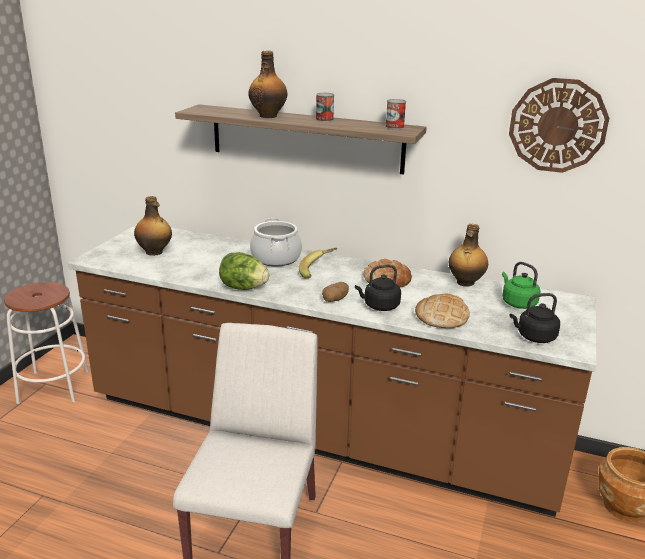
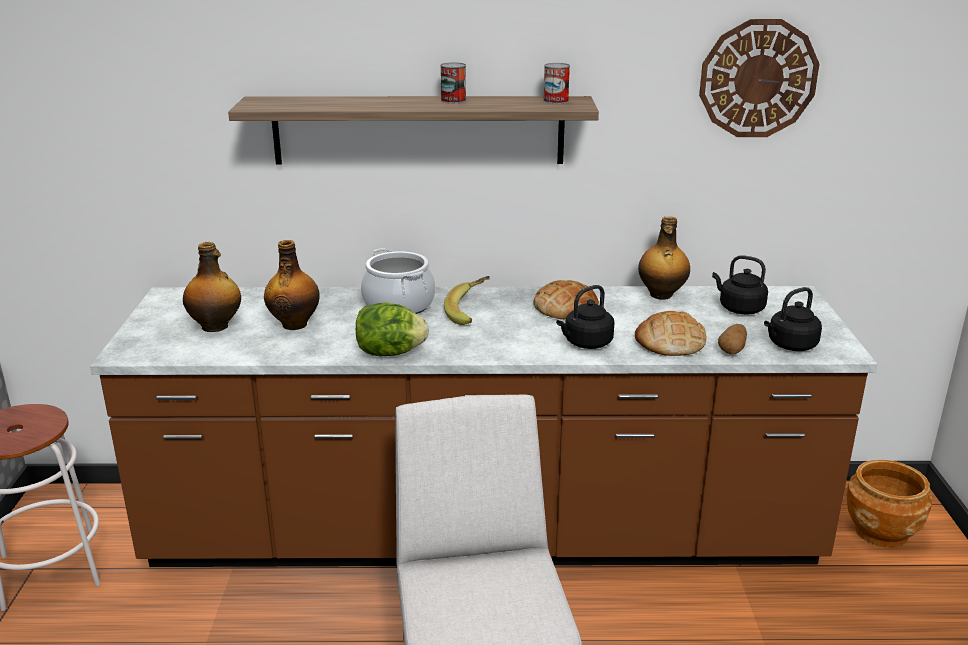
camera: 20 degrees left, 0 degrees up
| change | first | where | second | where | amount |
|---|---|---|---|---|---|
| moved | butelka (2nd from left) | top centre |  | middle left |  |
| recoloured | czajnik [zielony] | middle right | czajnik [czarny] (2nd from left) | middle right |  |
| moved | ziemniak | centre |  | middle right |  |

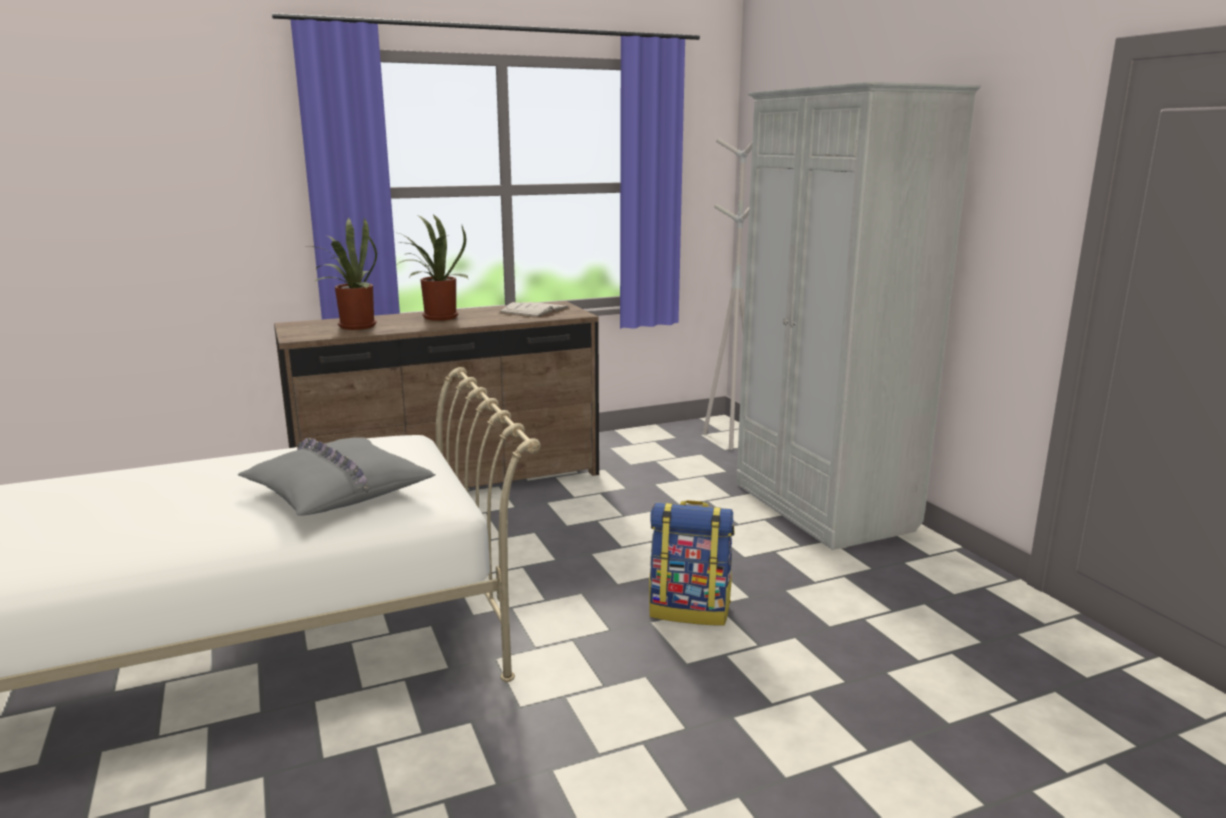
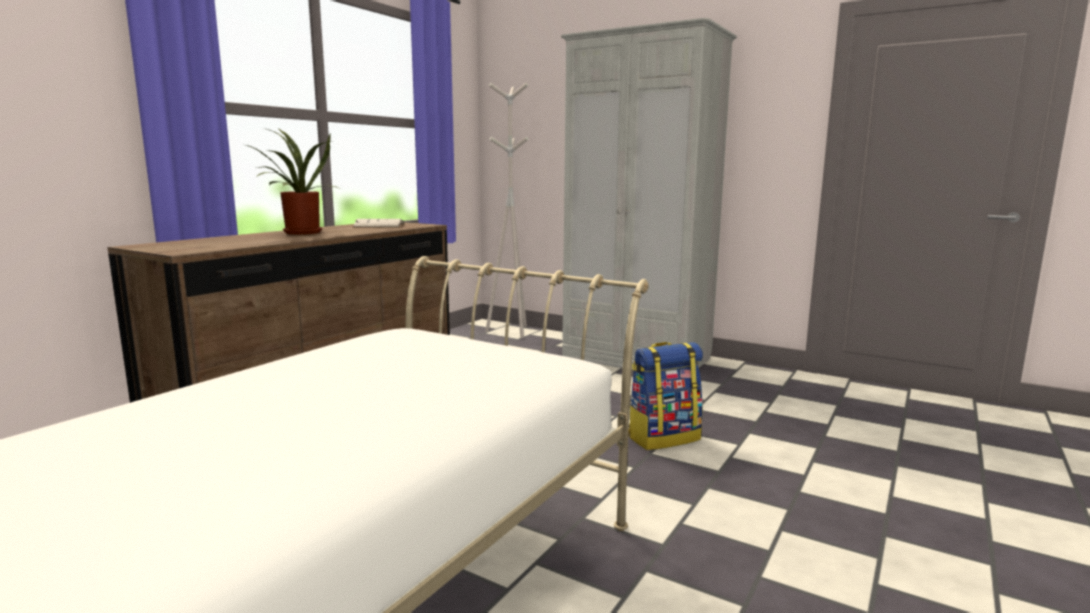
camera: 35 degrees left, 5 degrees down
| change | first | where | second | where | amount |
|---|---|---|---|---|---|
| removed | poduszka [szary] | middle left |  |  |  |
| removed | roślina doniczkowa (1st from left) | middle left |  |  |  |

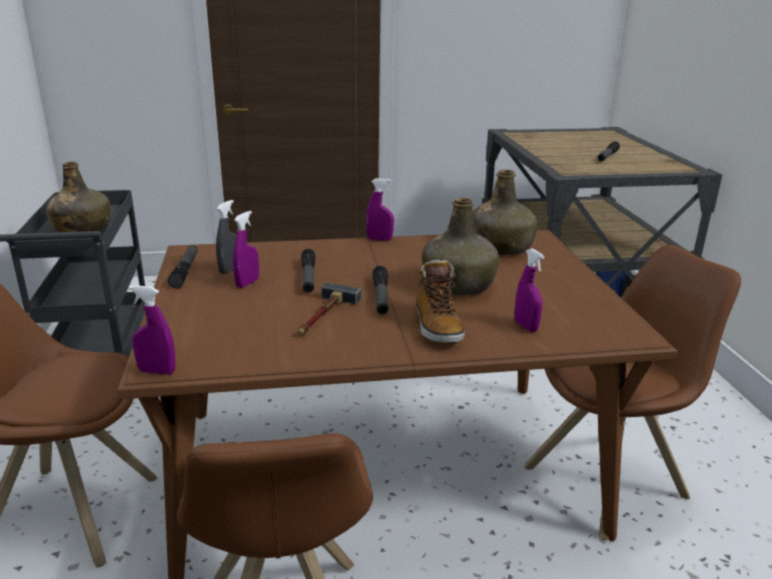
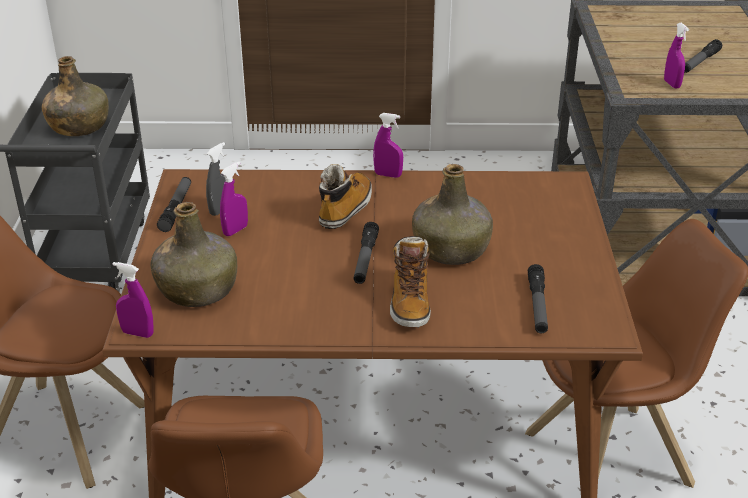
camera: 10 degrees right, 10 degrees up
| change | first | where | second | where | amount |
|---|---|---|---|---|---|
| moved | butelka [zielony] (3rd from left in the first image) | centre | butelka [zielony] (2nd from left) | middle left |  |
| added |  |  | but z cholewką (1st from left) | centre |  |
| moved | latarka (2nd from left in the first image) | centre | latarka (3rd from left) | middle right |  |
| moved | spryskiwacz [fioletowy] (4th from left) | middle right |  | top right |  |
| removed | młotek | centre |  |  |  |

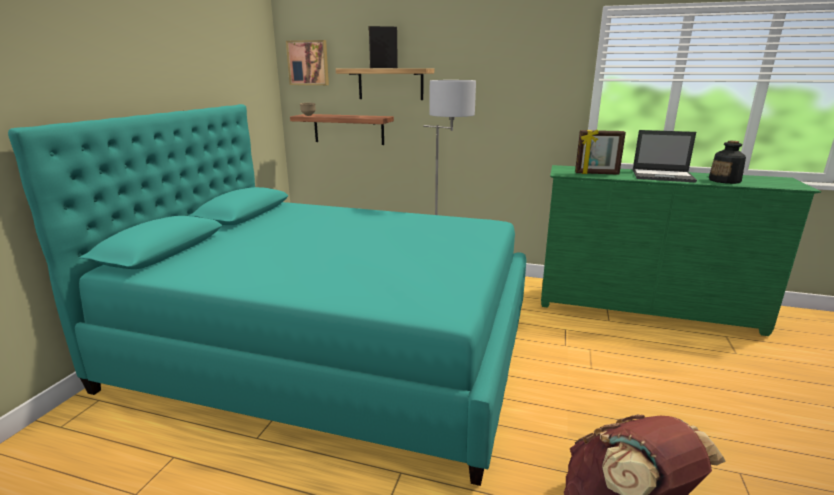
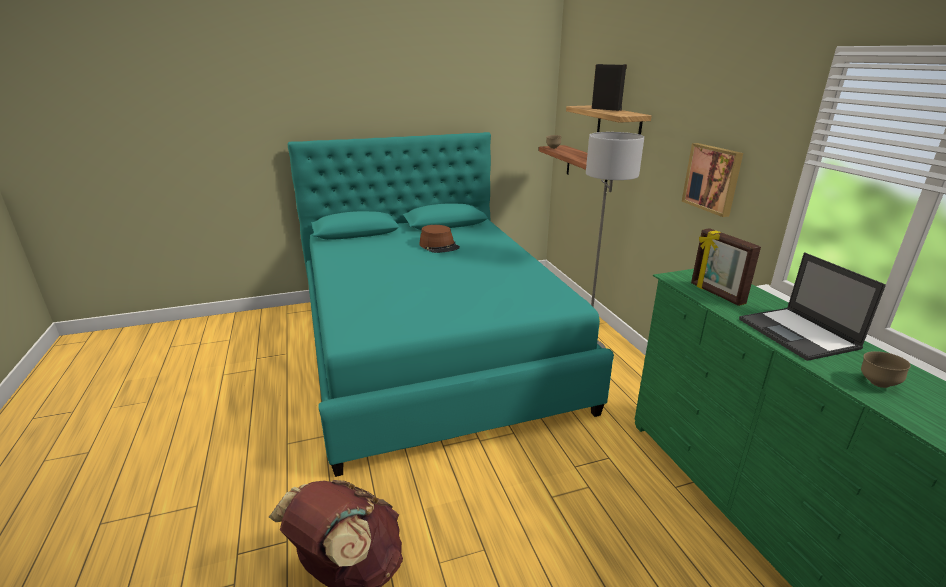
camera: 55 degrees right, 5 degrees up
| change | first | where | second | where | amount |
|---|---|---|---|---|---|
| added |  |  | kapelusz [brązowy] | centre |  |
| moved | obraz | top centre |  | top right |  |
| replaced | butelka | top right | miska [brązowy] (2nd from left) | middle right |  |

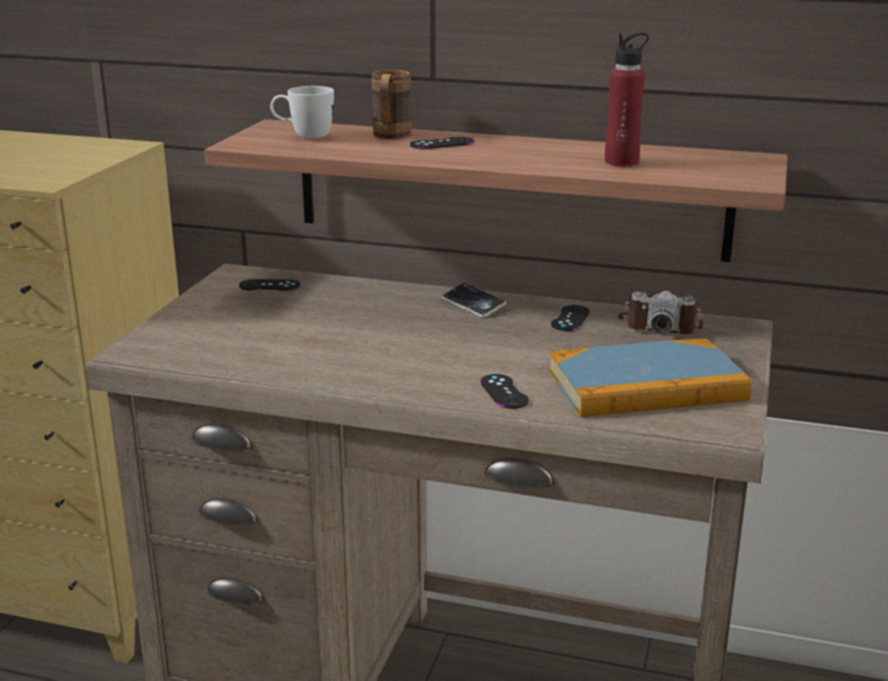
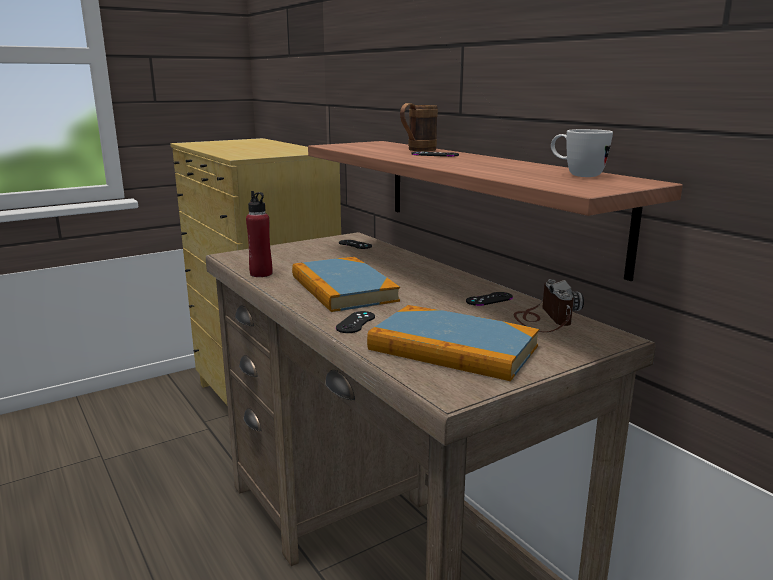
camera: 40 degrees right, 5 degrees down
| change | first | where | second | where | amount |
|---|---|---|---|---|---|
| moved | butelka [czerwony] | top right |  | centre |  |
| added |  |  | książka (1st from left) | centre |  |
| turned | aparat fotograficzny | middle right |  | middle right | 150 degrees counterclockwise |
| moved | kubek [biały] | top centre |  | top right |  |
| removed | telefon | centre |  |  |  |

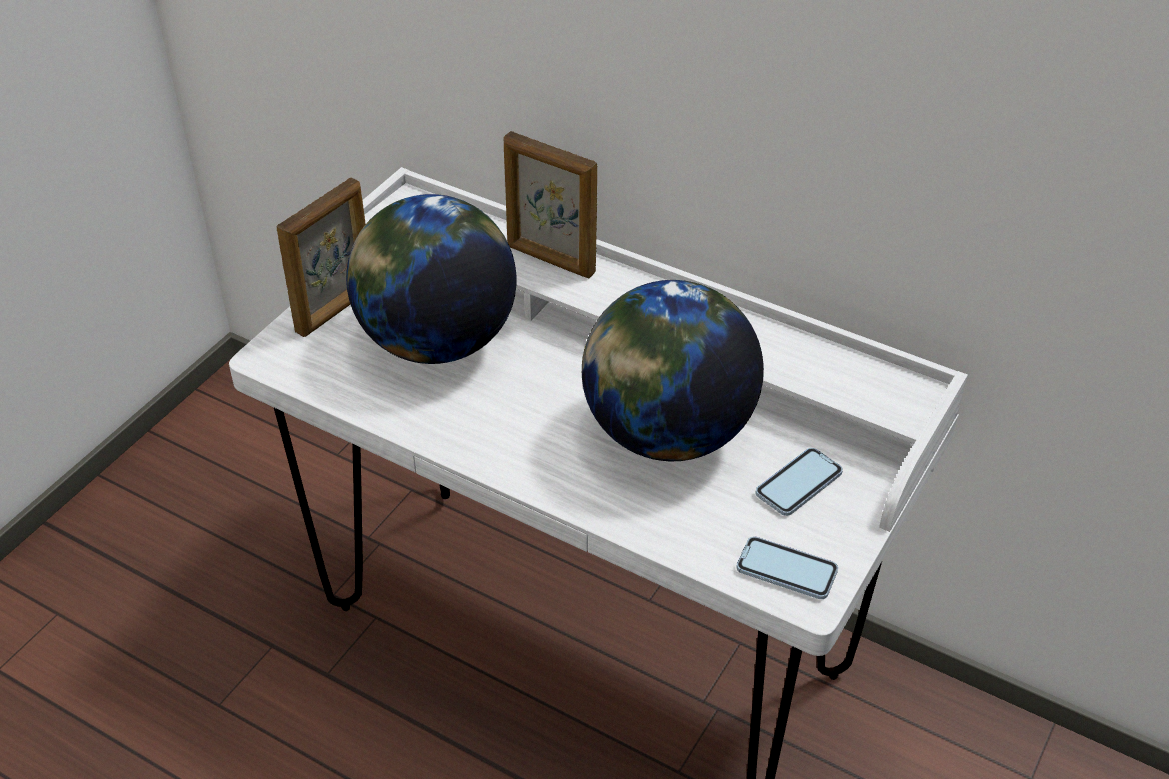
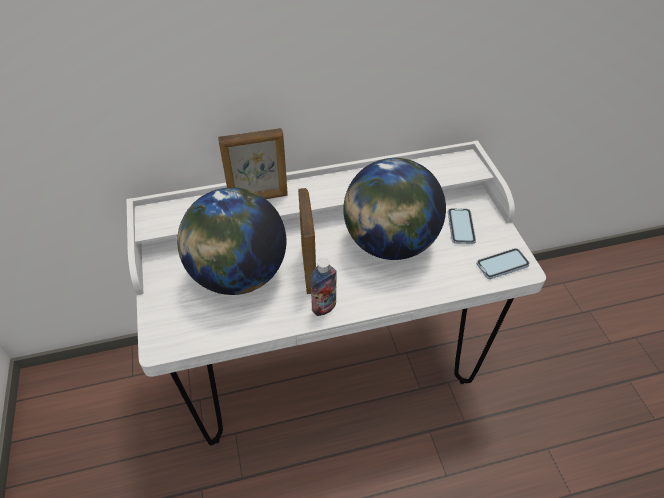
camera: 45 degrees left, 5 degrees up
| change | first | where | second | where | amount |
|---|---|---|---|---|---|
| moved | ramka na zdjęcie (1st from left in the first image) | top left | ramka na zdjęcie (2nd from left) | centre |  |
| added |  |  | butelka | centre |  |

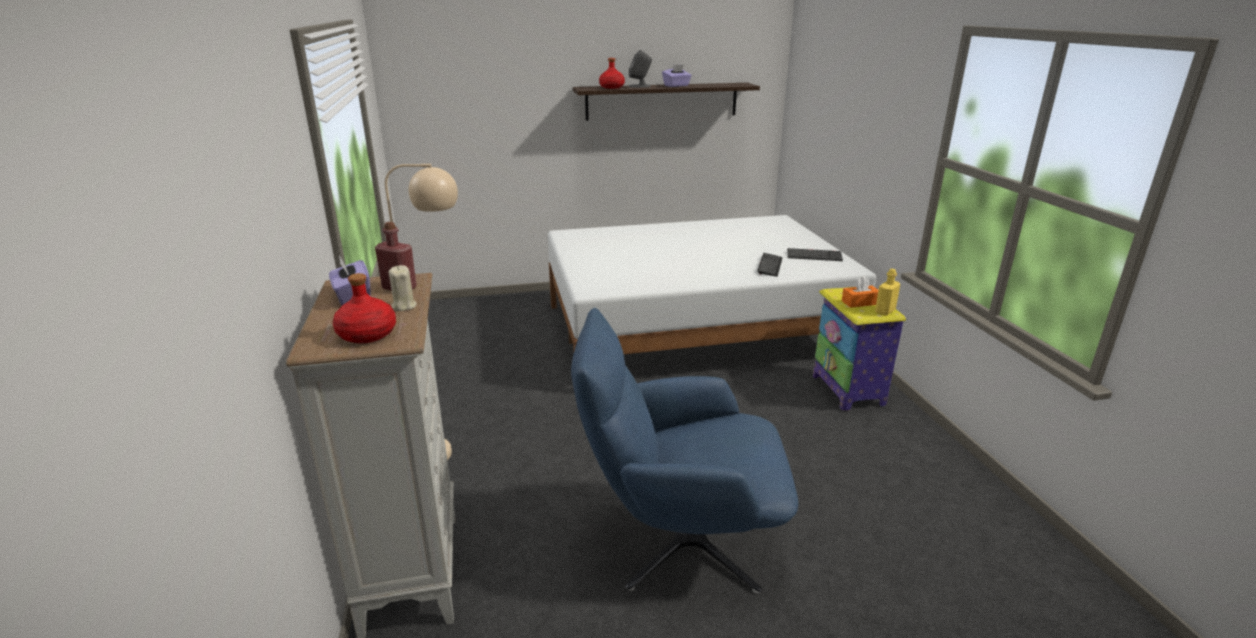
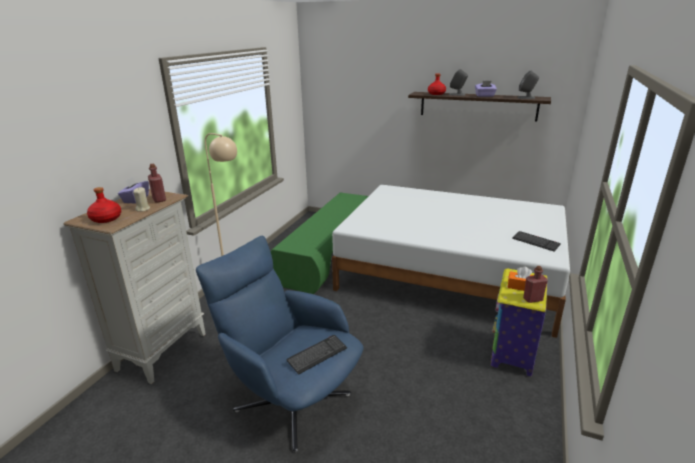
camera: 35 degrees right, 0 degrees up
| change | first | where | second | where | amount |
|---|---|---|---|---|---|
| added |  |  | ławka [zielony] | centre |  |
| moved | klawiatura (1st from left) | centre |  | bottom centre |  |
| added |  |  | głośnik [szary] (2nd from left) | top right |  |
| recoloured | butelka [żółty] | middle right | butelka [czerwony] (4th from left) | middle right |  |

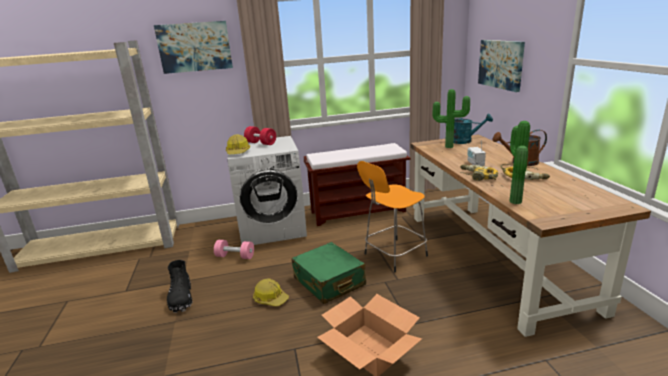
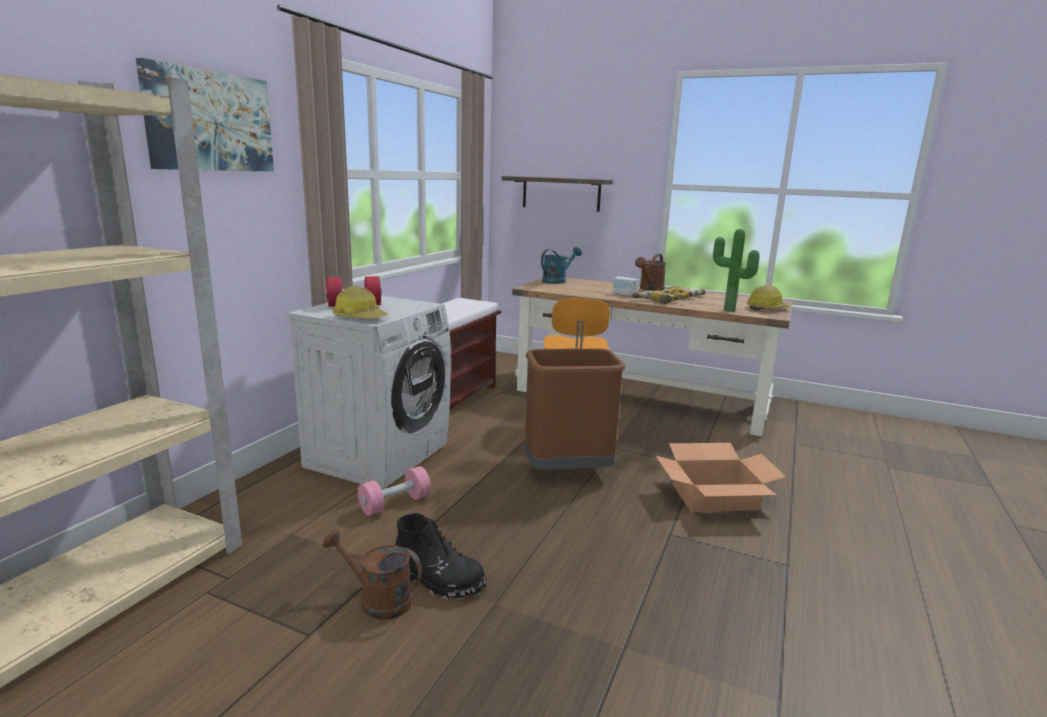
camera: 55 degrees left, 5 degrees down
| change | first | where | second | where | amount |
|---|---|---|---|---|---|
| added |  |  | konewka [brązowy] (1st from left) | bottom centre |  |
| replaced | obraz (2nd from left) | top right | półka | top centre |  |
| replaced | walizka [zielony] | bottom centre | kosz na śmieci [brązowy] | centre |  |
| moved | kask (2nd from left) | bottom centre |  | middle right |  |
| removed | roślina doniczkowa (1st from left) | top right |  |  |  |

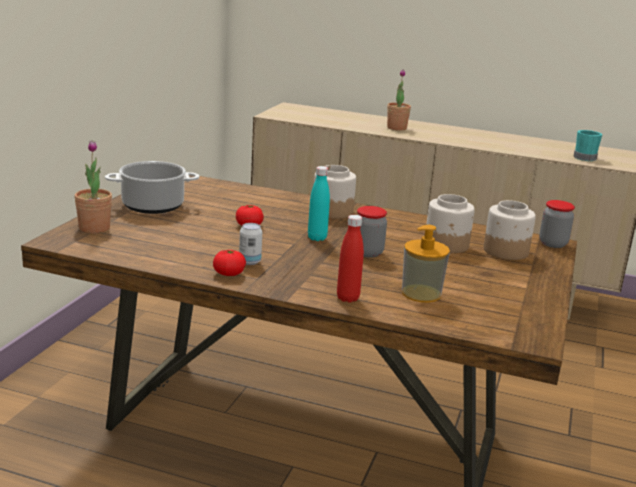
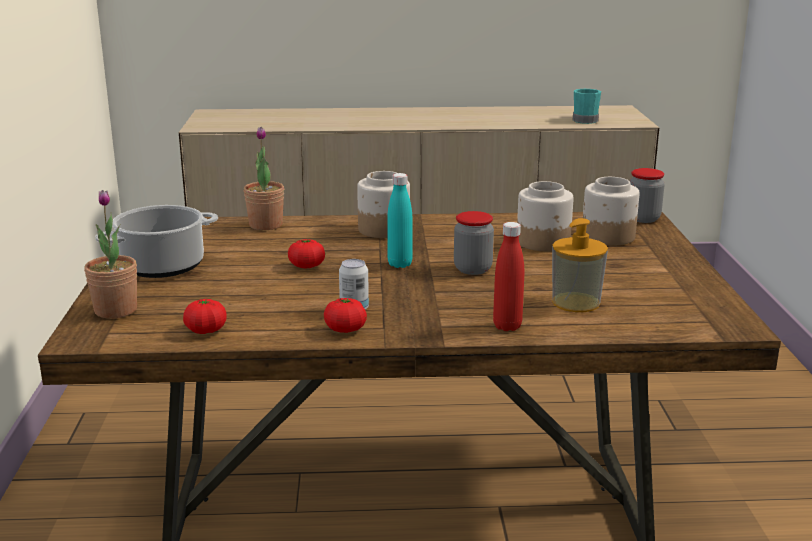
camera: 20 degrees left, 0 degrees up
| change | first | where | second | where | amount |
|---|---|---|---|---|---|
| added |  |  | pomidor (1st from left) | middle left |  |
| moved | roślina doniczkowa (2nd from left) | top centre |  | top left |  |

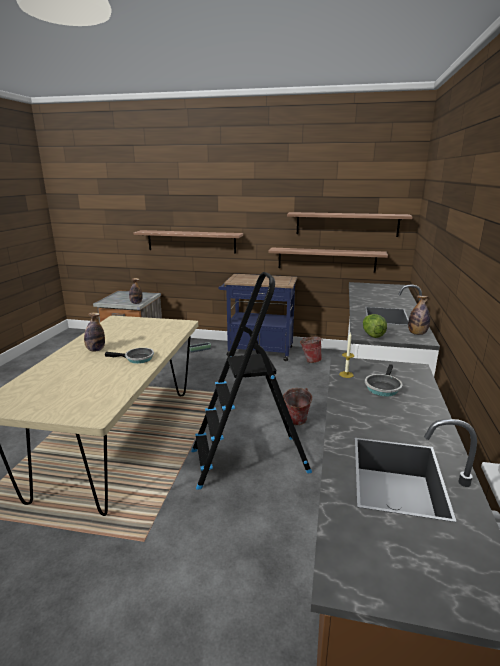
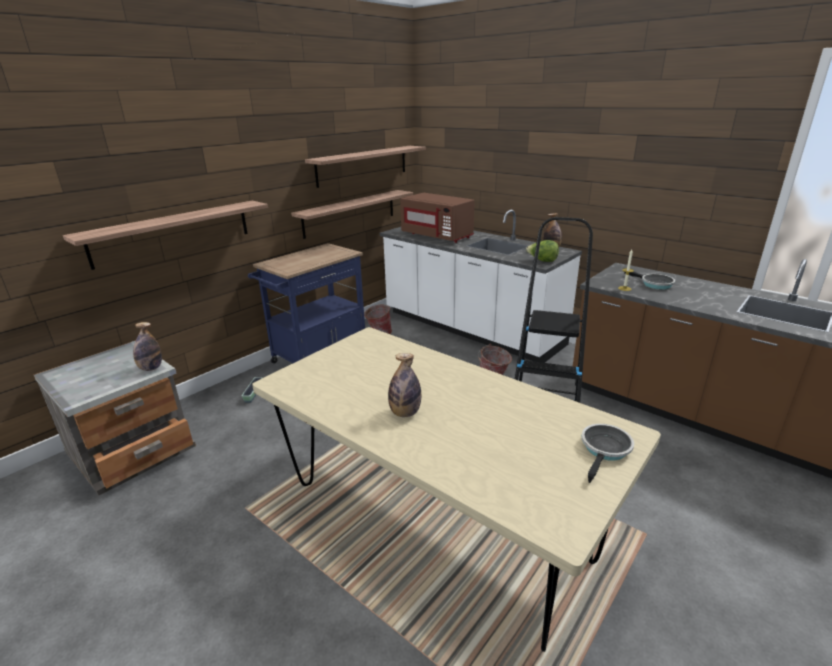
camera: 60 degrees left, 5 degrees up
| change | first | where | second | where | amount |
|---|---|---|---|---|---|
| added |  |  | mikrofalówka [brązowy] | top centre |  |
| moved | patelnia (1st from left) | middle left |  | bottom right |  |

